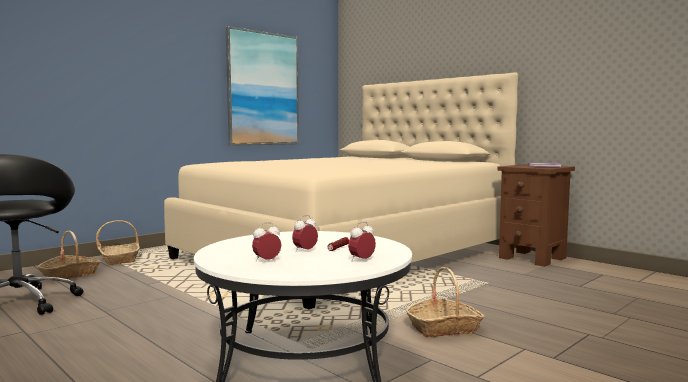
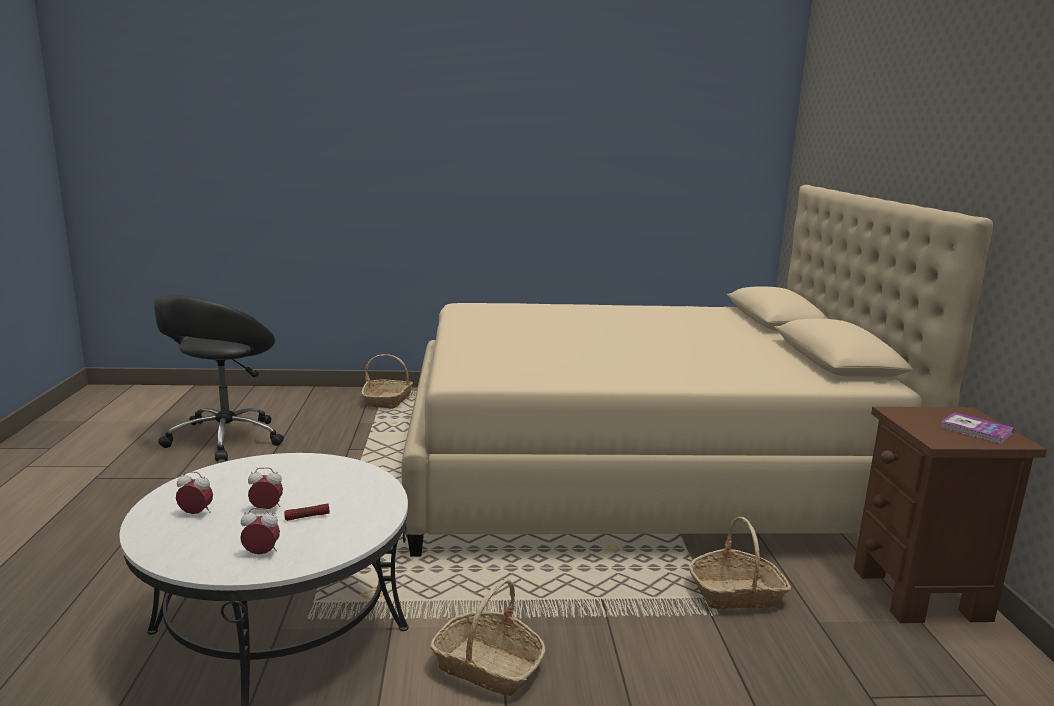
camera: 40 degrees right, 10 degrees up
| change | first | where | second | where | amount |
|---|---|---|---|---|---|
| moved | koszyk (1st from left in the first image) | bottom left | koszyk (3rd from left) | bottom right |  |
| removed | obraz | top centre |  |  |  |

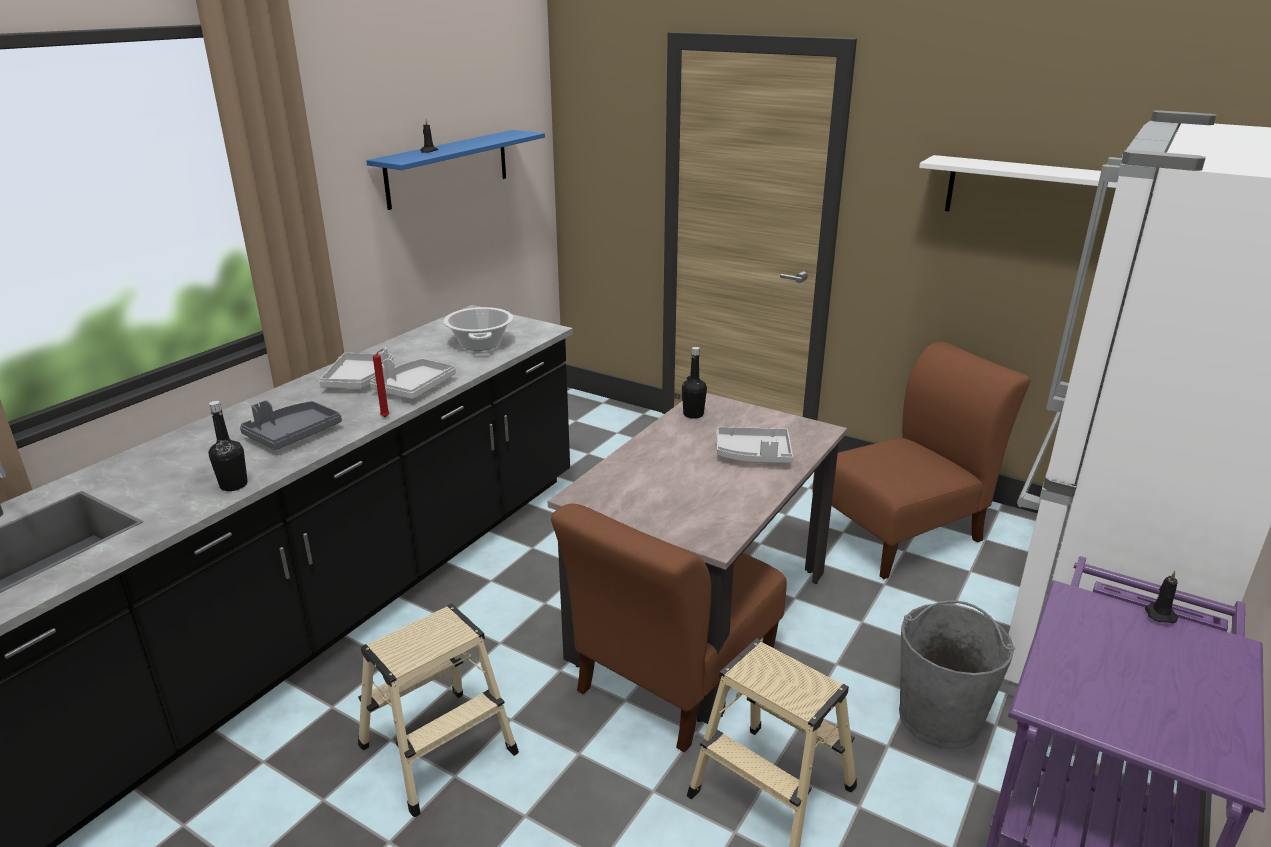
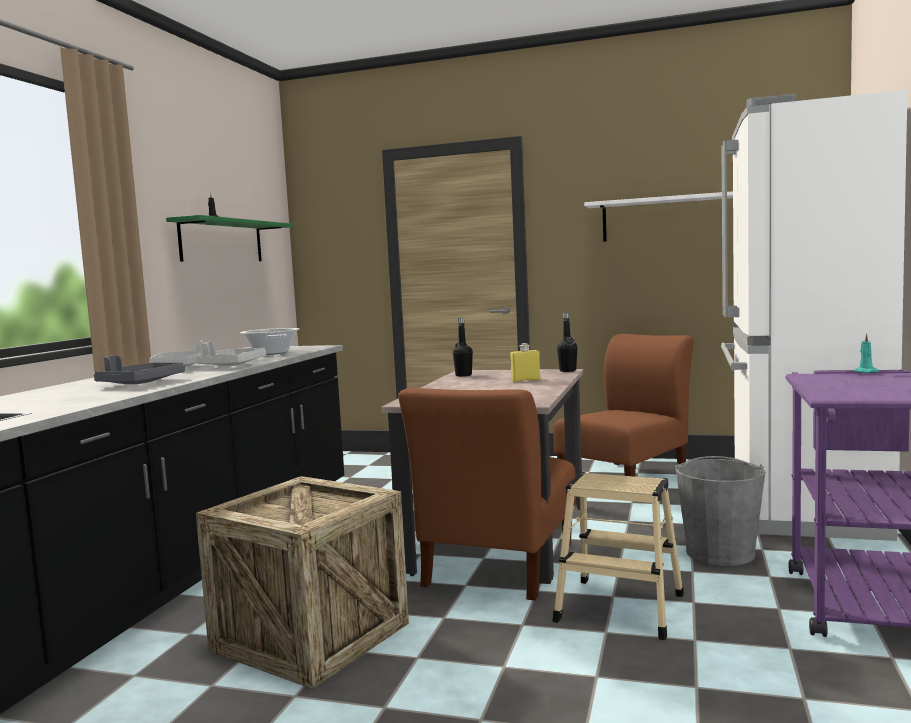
camera: 15 degrees left, 20 degrees down
| change | first | where | second | where | amount |
|---|---|---|---|---|---|
| recoloured | półka [niebieski] | top centre | półka [zielony] | top left |  |
| replaced | drabinka [beżowy] (1st from left) | bottom centre | skrzynka | bottom left |  |
| replaced | taca [szary] (4th from left) | centre | butelka [żółty] | centre |  |
| moved | butelka [czarny] (1st from left in the first image) | middle left | butelka [czarny] (2nd from left) | centre |  |
| recoloured | świeca [czarny] (2nd from left) | bottom right | świeca [turkusowy] | middle right |  |
| removed | świeca [czerwony] | middle left |  |  |  |

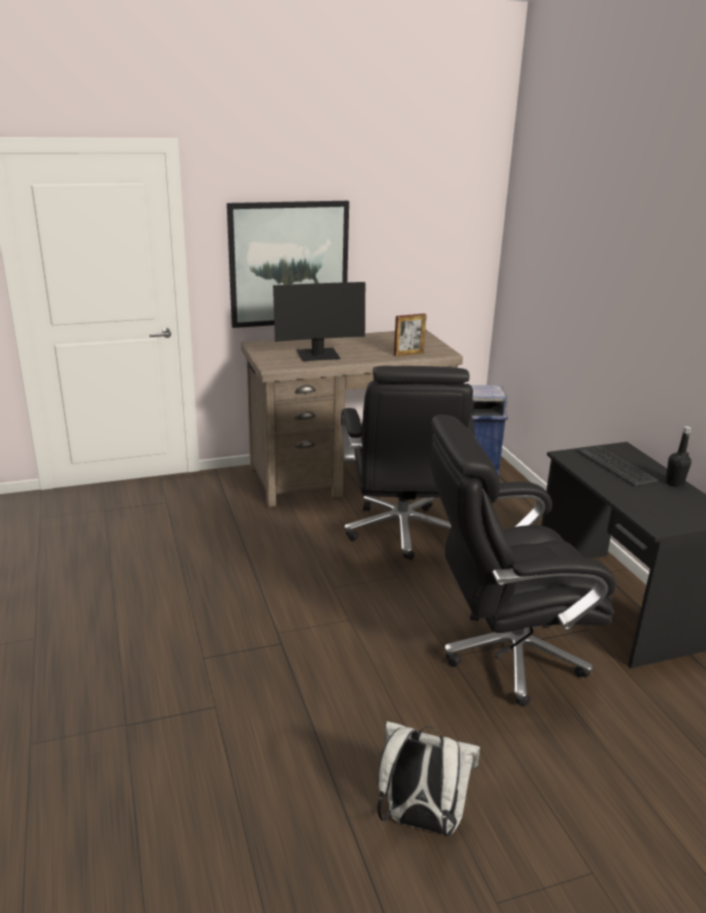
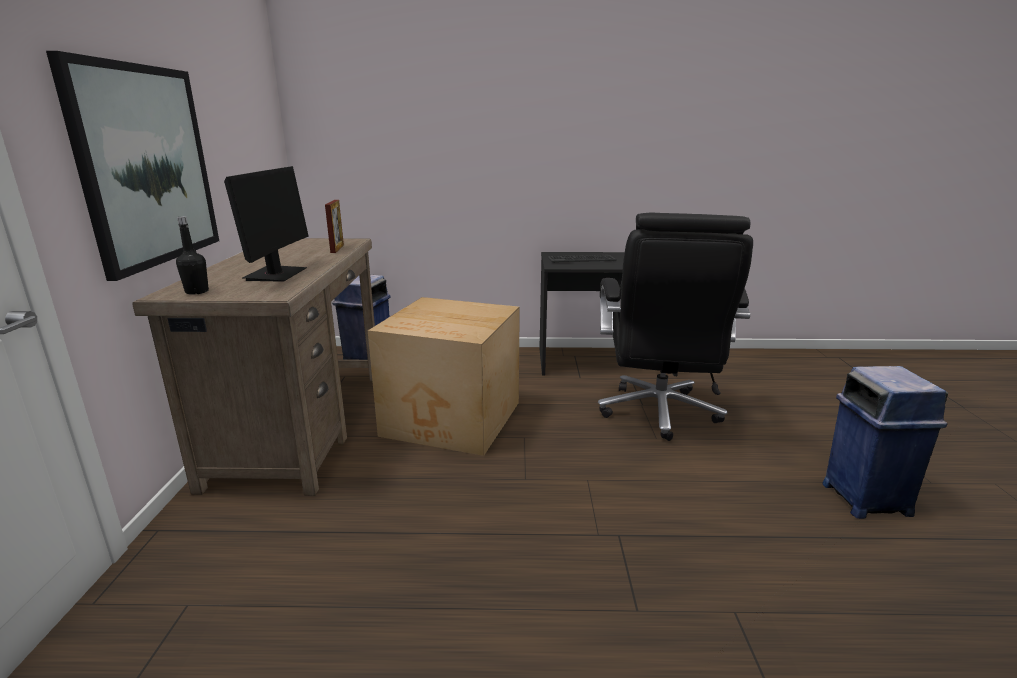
camera: 70 degrees left, 5 degrees down
| change | first | where | second | where | amount |
|---|---|---|---|---|---|
| moved | butelka [czarny] | middle right |  | middle left |  |
| replaced | krzesło biurowe [czarny] (1st from left) | centre | karton | centre |  |
| replaced | plecak [biały] | bottom centre | kosz na śmieci [niebieski] (2nd from left) | middle right |  |

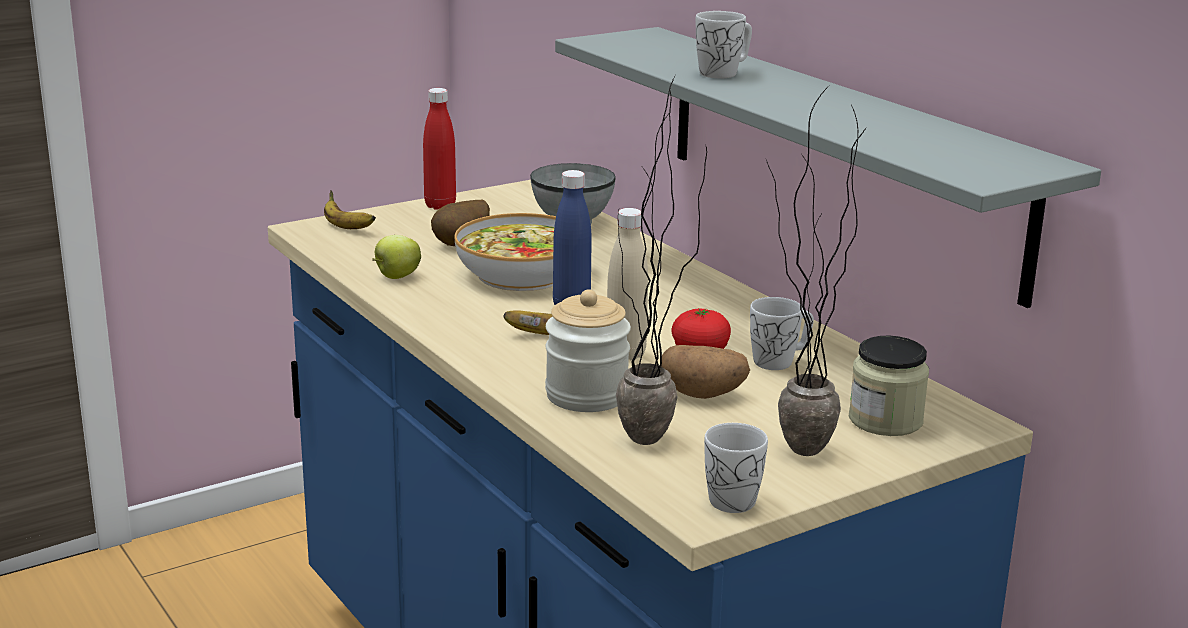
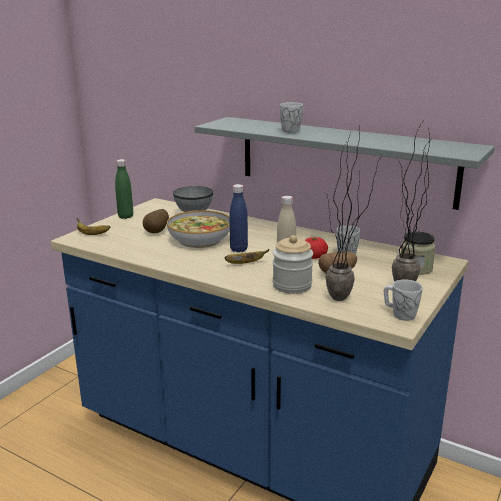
camera: 25 degrees left, 0 degrees up
| change | first | where | second | where | amount |
|---|---|---|---|---|---|
| recoloured | butelka [czerwony] | top centre | butelka [zielony] | middle left |  |
| removed | jabłko | centre |  |  |  |

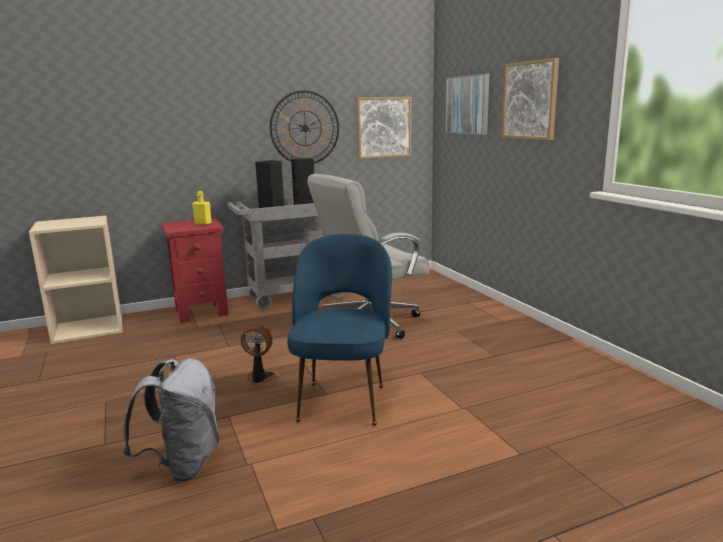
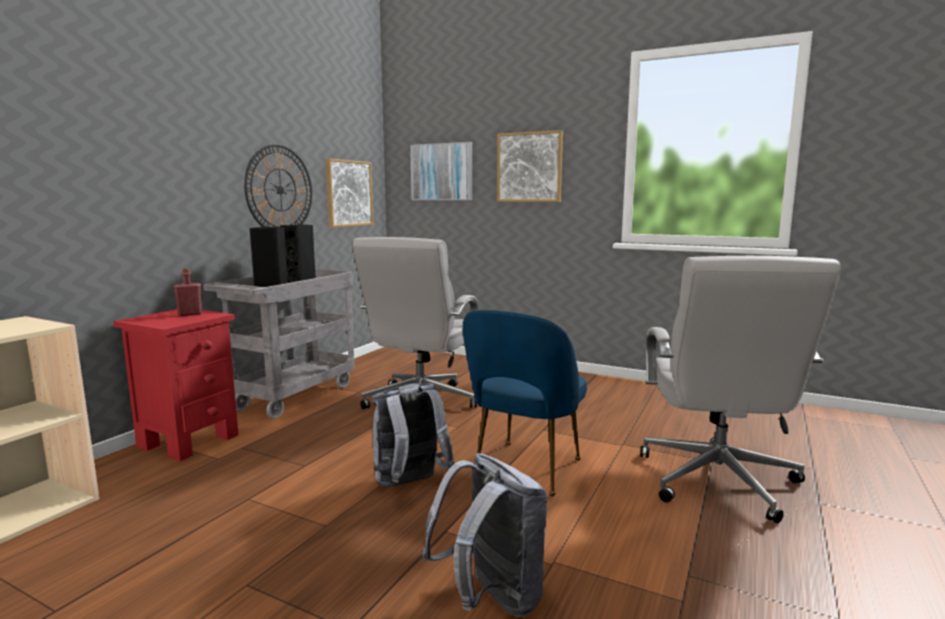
camera: 40 degrees left, 5 degrees down
| change | first | where | second | where | amount |
|---|---|---|---|---|---|
| recoloured | butelka [żółty] | middle left | butelka [czerwony] | middle left |  |
| replaced | wentylator | centre | plecak [szary] (1st from left) | bottom centre |  |
| turned | krzesło [niebieski] | centre |  | centre | 120 degrees counterclockwise |
| added |  |  | krzesło biurowe [szary] (2nd from left) | middle right |  |

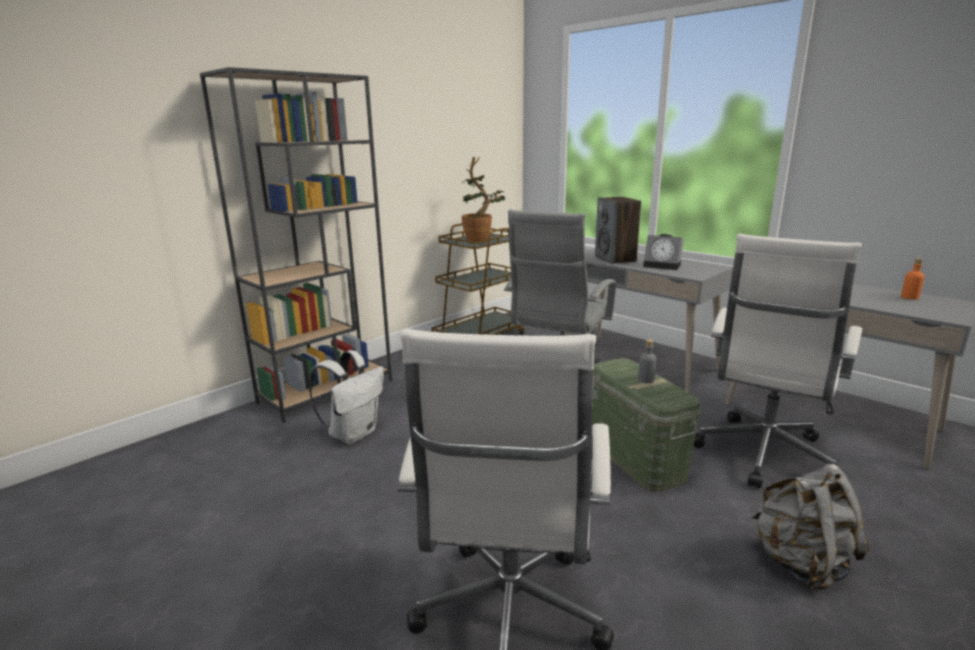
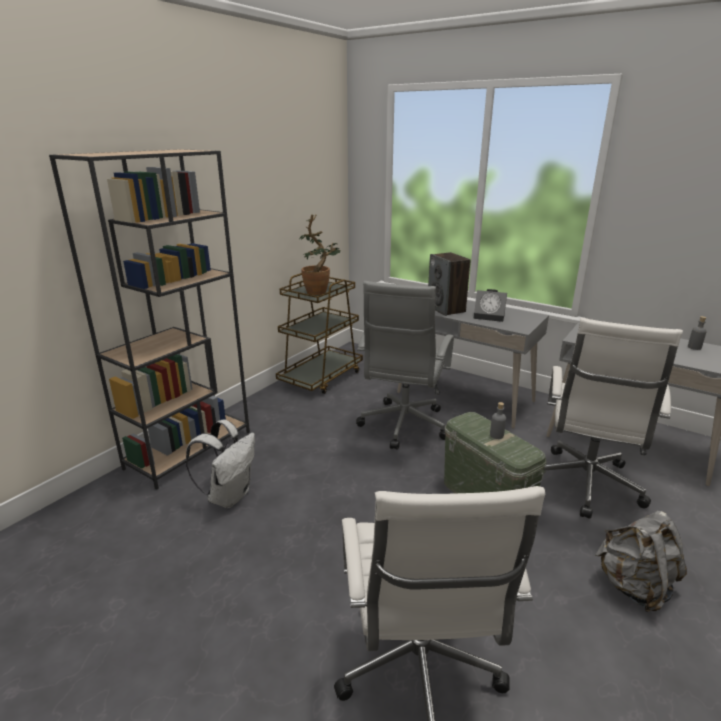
camera: 10 degrees left, 5 degrees up
| change | first | where | second | where | amount |
|---|---|---|---|---|---|
| recoloured | butelka [pomarańczowy] | middle right | butelka [szary] (2nd from left) | middle right |  |

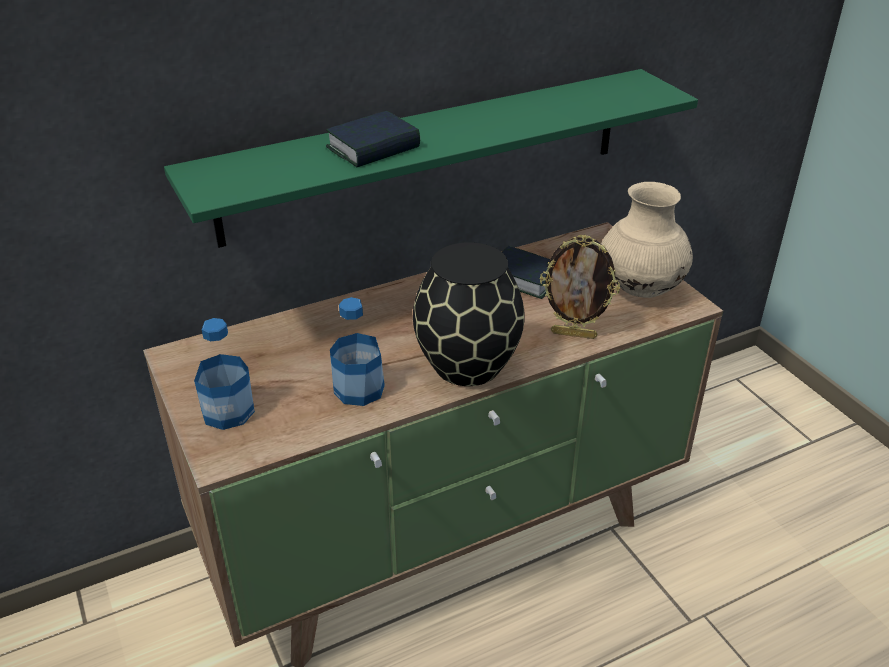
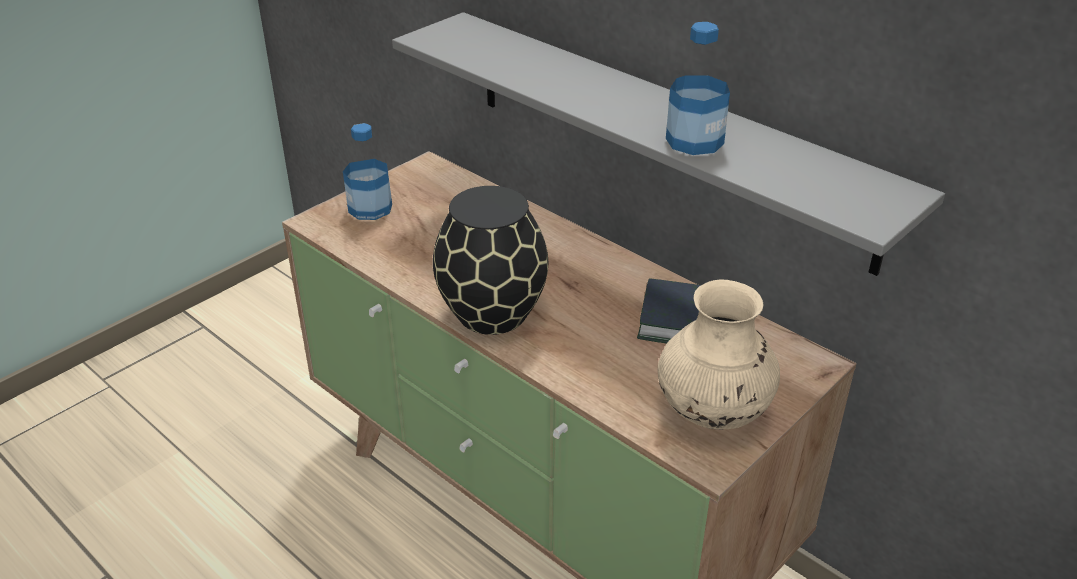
camera: 70 degrees right, 0 degrees up
| change | first | where | second | where | amount |
|---|---|---|---|---|---|
| recoloured | półka [zielony] | top centre | półka [szary] | top centre |  |
| moved | butelka (2nd from left) | centre |  | top centre |  |
| removed | książka (1st from left) | top centre |  |  |  |
| removed | ramka na zdjęcie | centre |  |  |  |

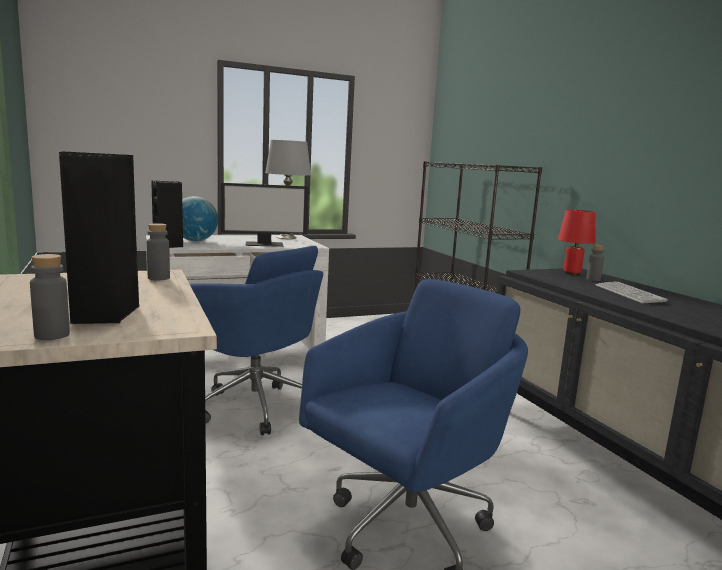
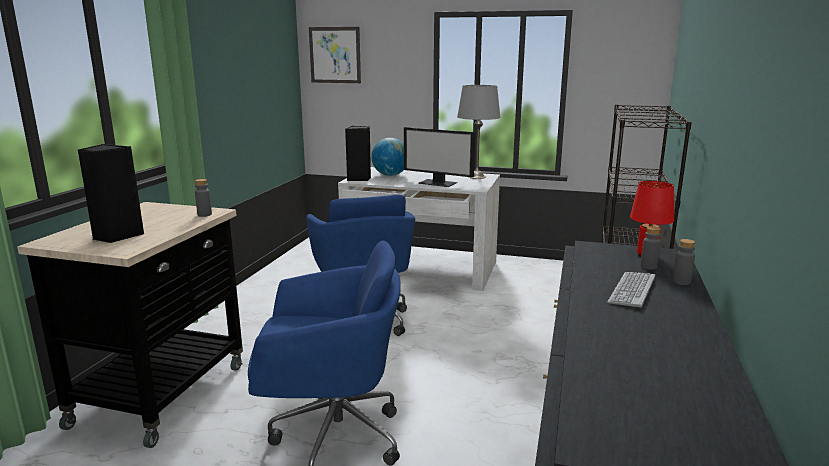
camera: 40 degrees right, 5 degrees up
| change | first | where | second | where | amount |
|---|---|---|---|---|---|
| added |  |  | obraz | top centre |  |
| moved | butelka [szary] (1st from left in the first image) | middle left | butelka [szary] (3rd from left) | middle right |  |

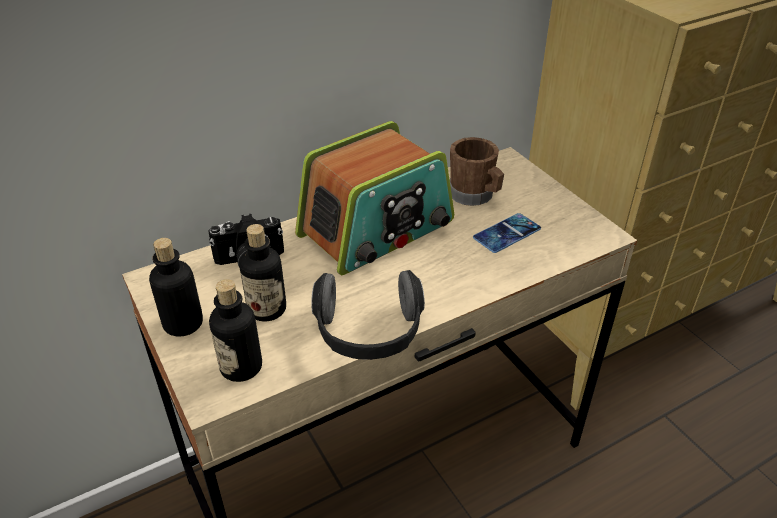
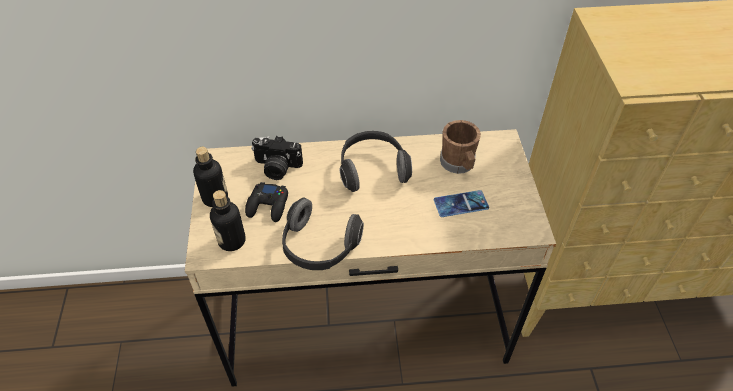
camera: 25 degrees right, 10 degrees up
| change | first | where | second | where | amount |
|---|---|---|---|---|---|
| replaced | butelka (3rd from left) | centre | pad do gier [czarny] | centre |  |
| replaced | radio | centre | słuchawki (2nd from left) | centre |  |

